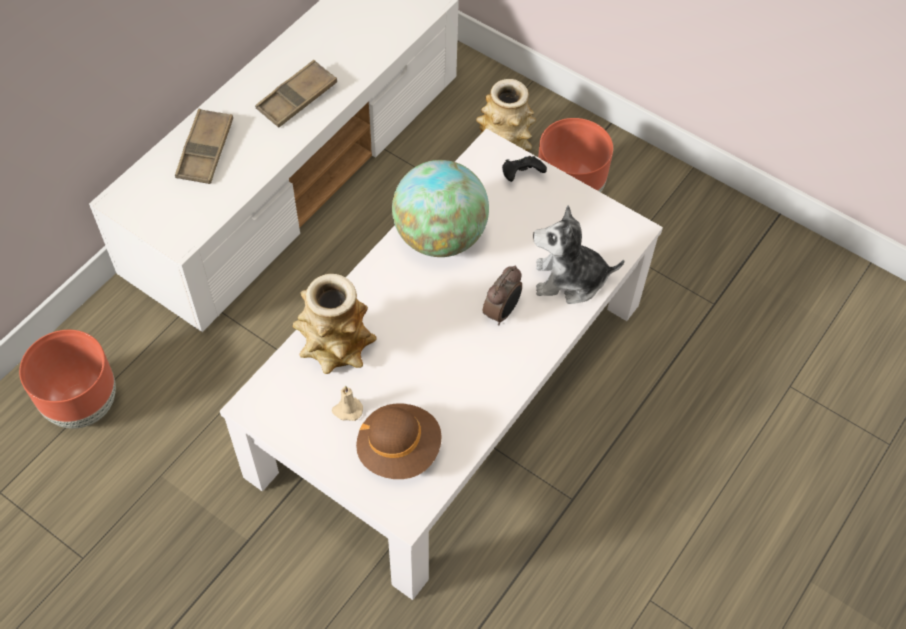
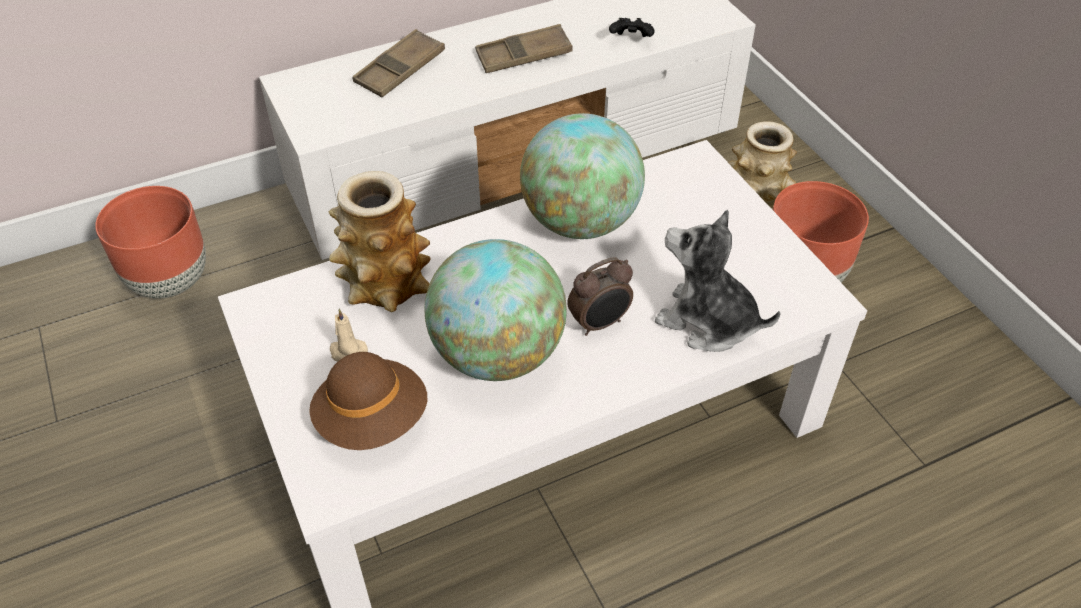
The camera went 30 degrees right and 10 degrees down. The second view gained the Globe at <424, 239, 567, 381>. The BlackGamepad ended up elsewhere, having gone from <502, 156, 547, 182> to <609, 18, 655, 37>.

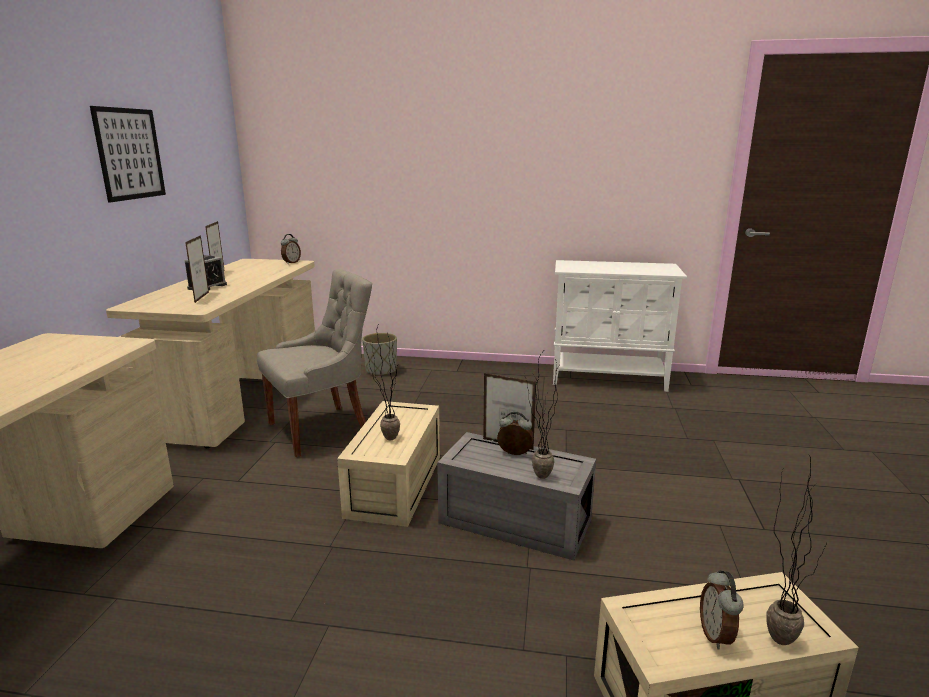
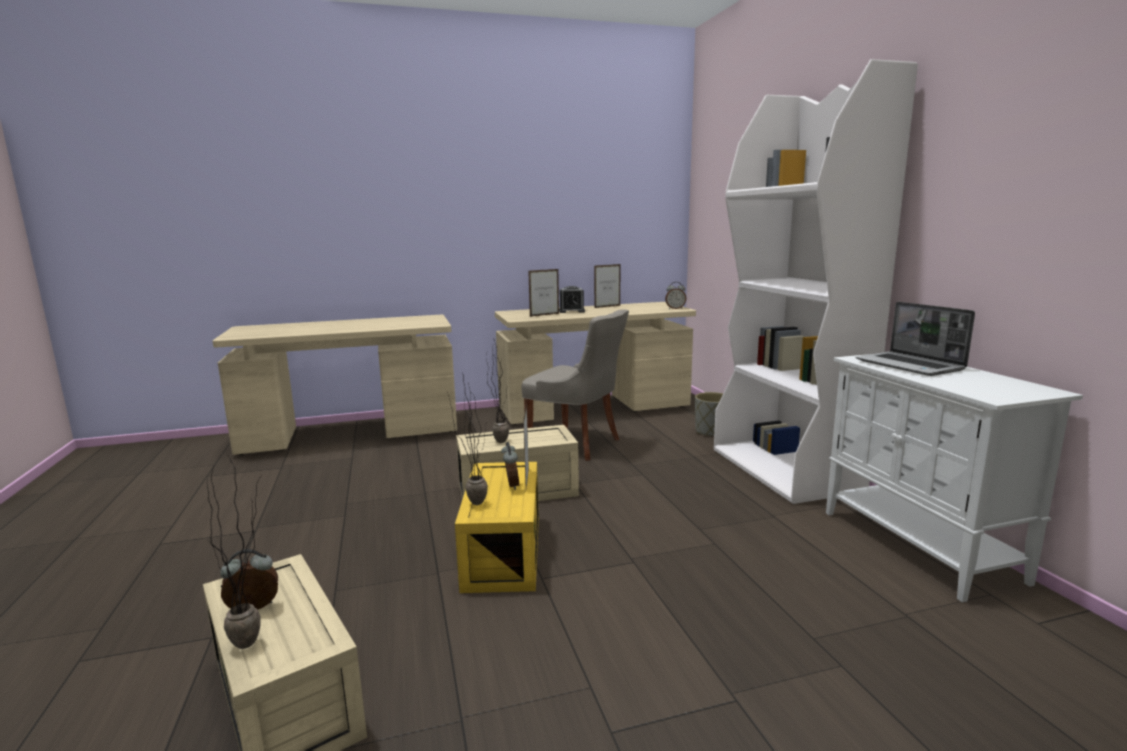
The camera went 65 degrees right and 5 degrees down. What was the GreyishStorageBin at <437, 432, 596, 560> turned into the YellowStorageBin at <455, 462, 539, 593>. The second view gained the WhiteShelvingUnit at <714, 59, 918, 504>. The second view gained the Laptop at <855, 302, 975, 376>. The second view lost the WallPicture at <90, 106, 166, 202>.

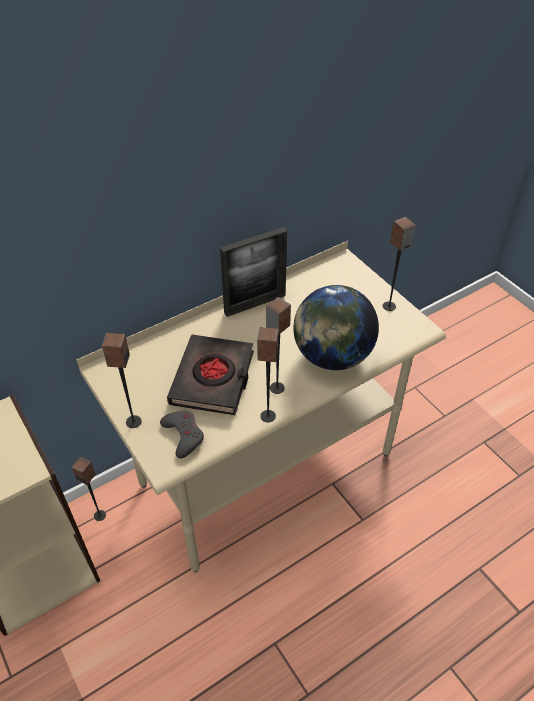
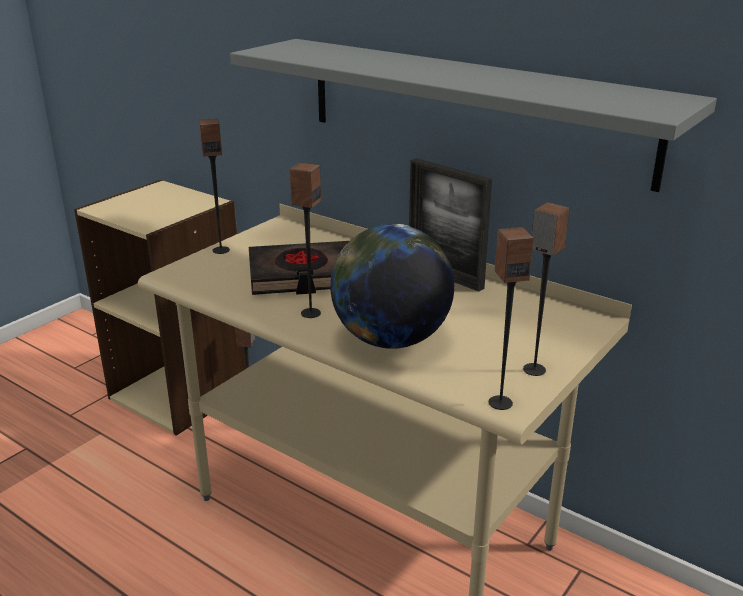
The camera went 70 degrees right and 20 degrees down. The second view gained the GreyishShelf at <230, 39, 717, 192>. The AudioSpeaker ended up elsewhere, having gone from <257, 327, 279, 423> to <489, 227, 534, 410>. The second view lost the GreyishGamepad at <160, 411, 204, 459>.

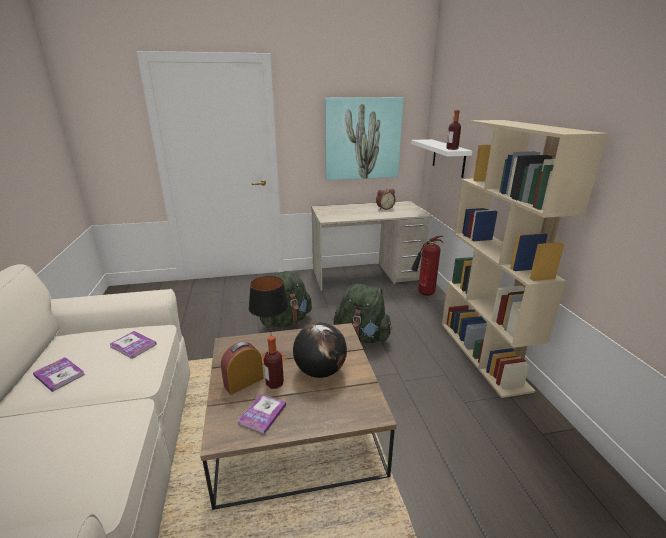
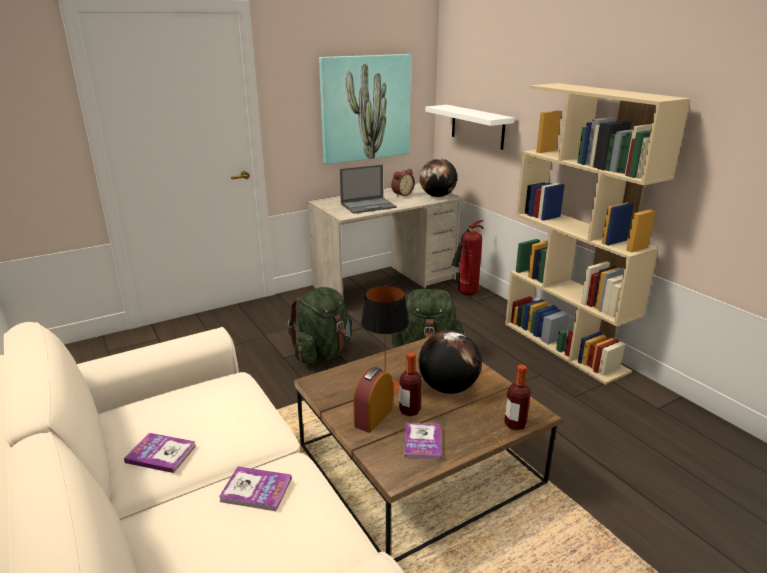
The camera went 20 degrees left and 0 degrees up. The Volume ended up elsewhere, having gone from <110, 331, 157, 359> to <219, 466, 292, 511>. The second view gained the Laptop at <340, 165, 397, 214>. The second view gained the Globe at <420, 158, 457, 197>. The Bottle ended up elsewhere, having gone from <446, 110, 461, 150> to <504, 364, 531, 431>.

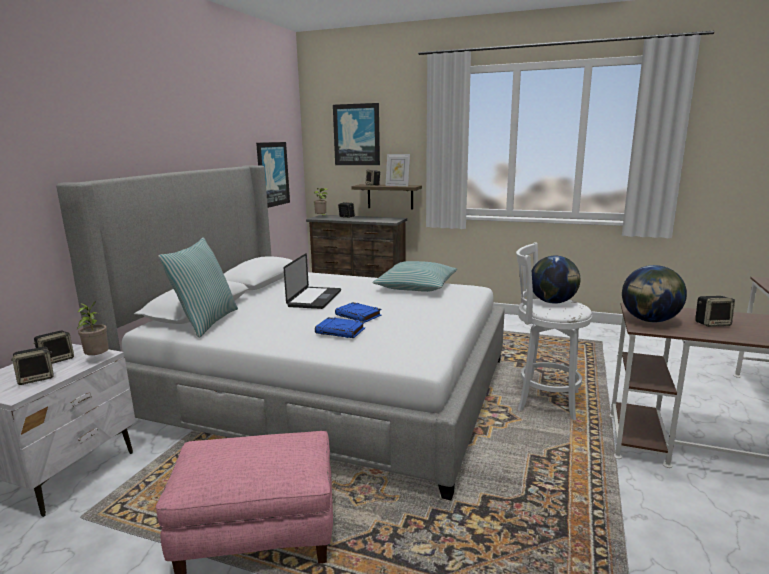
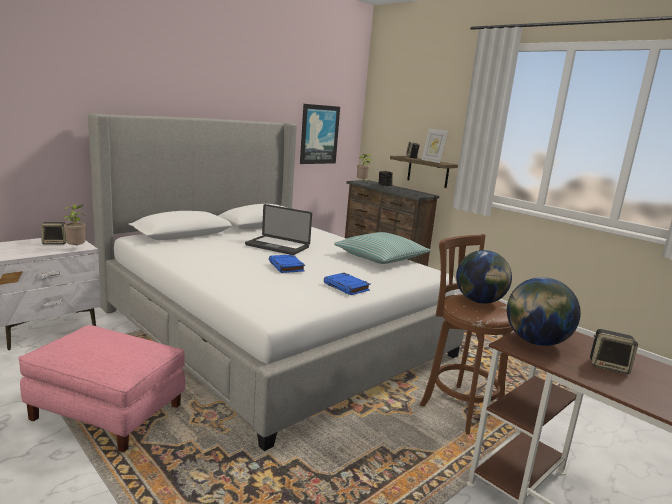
The camera went 25 degrees right and 0 degrees up. The Laptop at <284, 253, 341, 309> ended up facing another way, 75 degrees clockwise from before. The BluishVolume ended up elsewhere, having gone from <315, 317, 365, 338> to <324, 273, 371, 295>. What was the WhiteStool at <516, 242, 592, 420> turned into the BrownStool at <420, 234, 514, 435>. The second view lost the AudioSpeaker at <11, 347, 54, 385>. The second view lost the ThrowPillow at <158, 237, 238, 338>. The second view lost the WallPicture at <333, 103, 380, 165>.

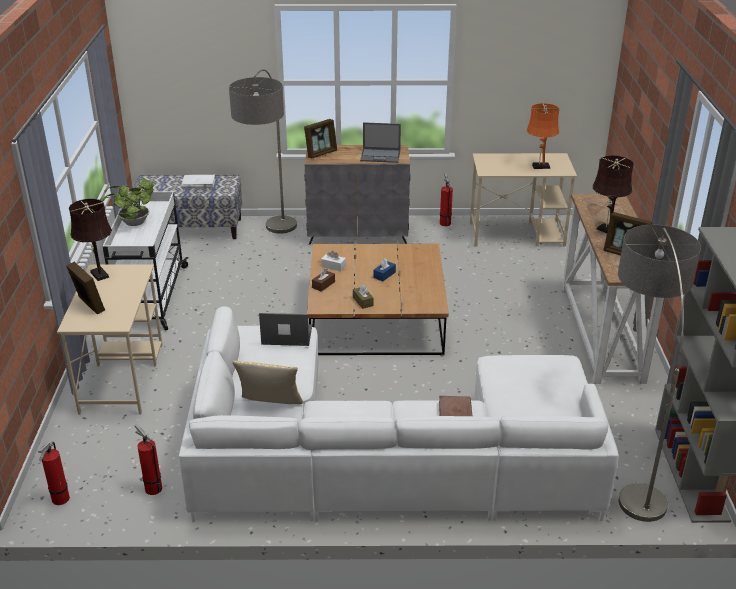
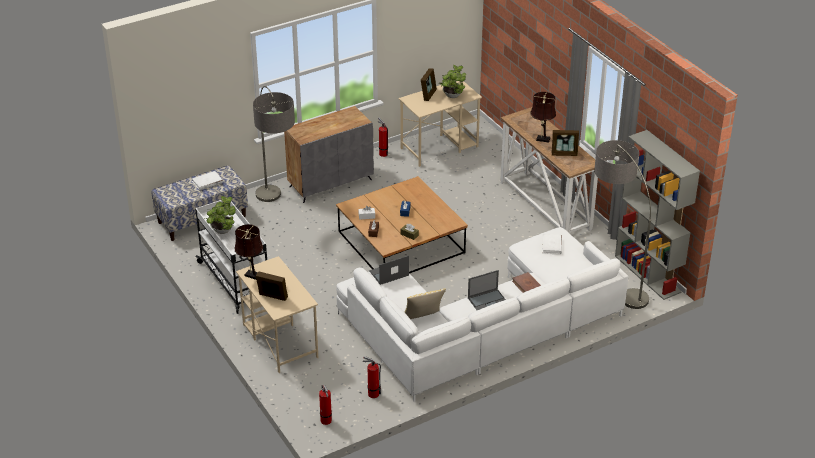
The camera went 30 degrees left and 5 degrees up. The StandingFrame ended up elsewhere, having gone from <304, 119, 337, 158> to <421, 68, 437, 101>. Where the OrangeyTabletopLamp stood at <527, 103, 559, 169>, the PottedPlant came to stand at <440, 65, 466, 98>. The Laptop ended up elsewhere, having gone from <360, 122, 401, 163> to <468, 270, 506, 310>. The second view gained the WhiteVolume at <542, 234, 562, 254>.

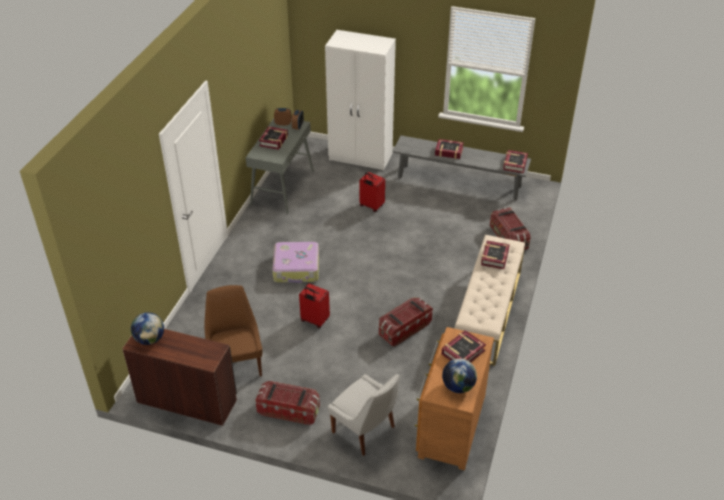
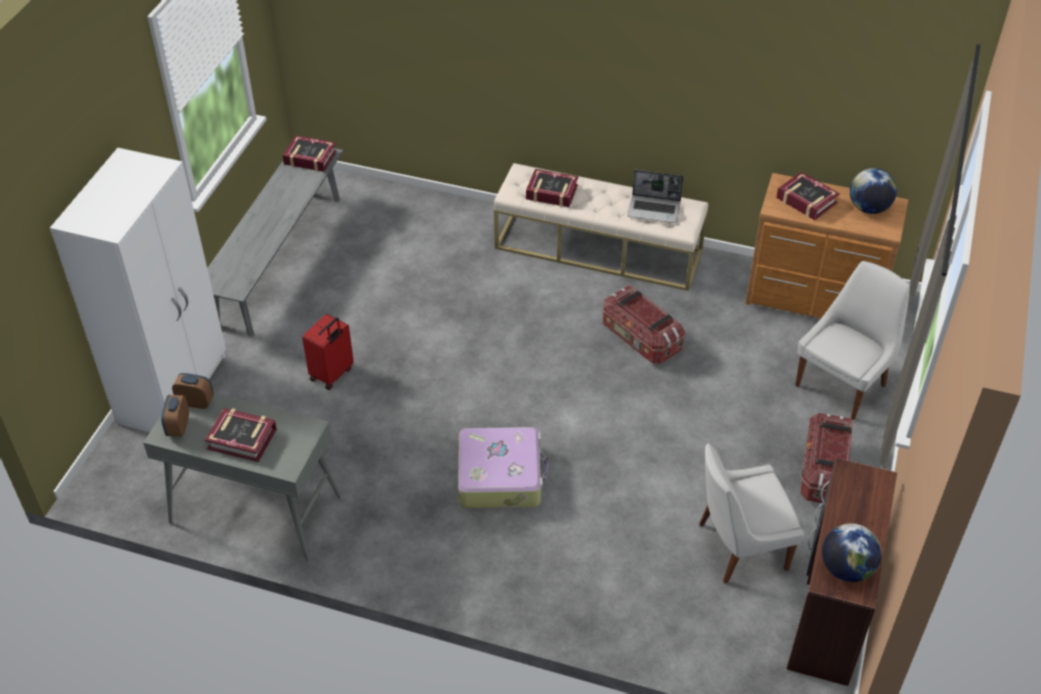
The camera went 90 degrees left and 5 degrees up. The second view gained the Laptop at <627, 170, 683, 223>. What was the BrownUprightChair at <205, 285, 262, 376> turned into the WhiteUprightChair at <699, 443, 804, 584>. The second view lost the RedColouredPieceOfLuggage at <299, 284, 330, 328>. The second view lost the Volume at <435, 139, 464, 159>. The second view lost the StorageBin at <490, 207, 531, 250>.

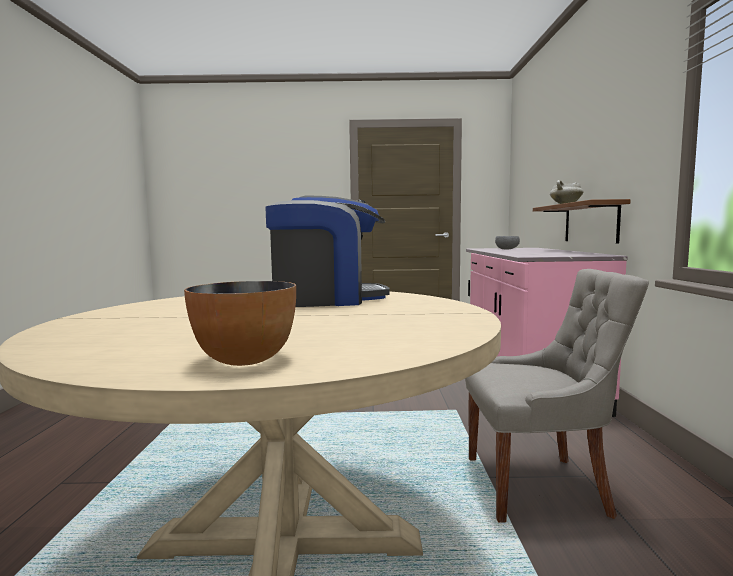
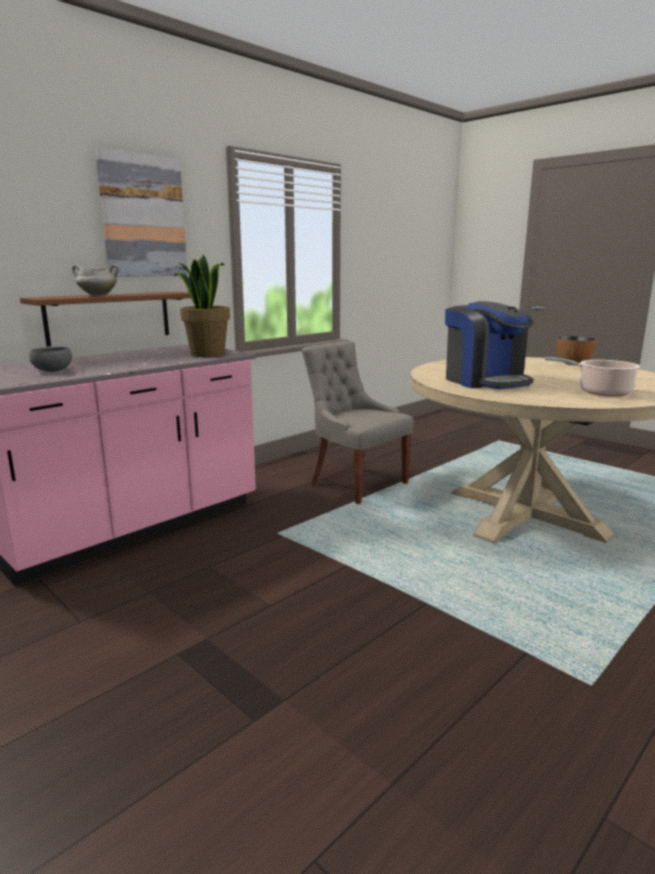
The camera went 135 degrees left and 10 degrees up. The second view gained the WallPicture at <95, 148, 188, 277>. The second view gained the PottedPlant at <174, 254, 230, 357>. The CoffeeMaker at <265, 196, 390, 307> ended up facing another way, 150 degrees counterclockwise from before. The second view gained the CookingPot at <545, 357, 640, 397>.

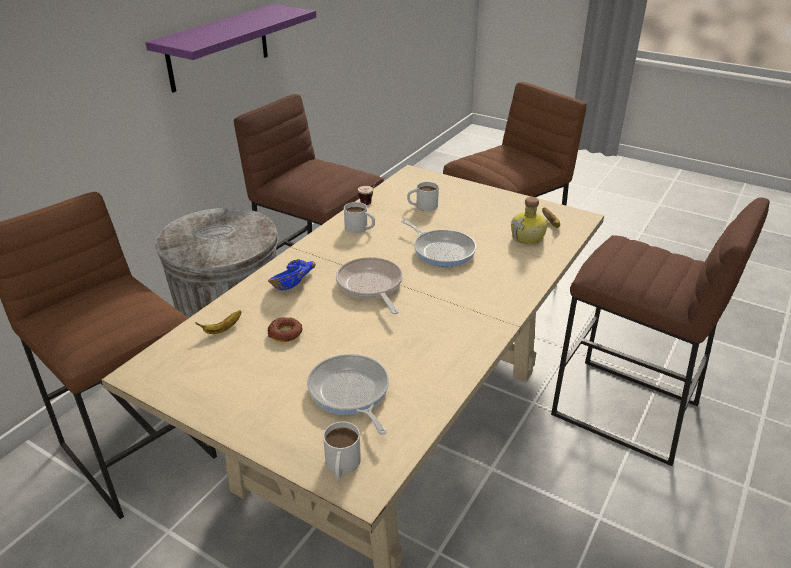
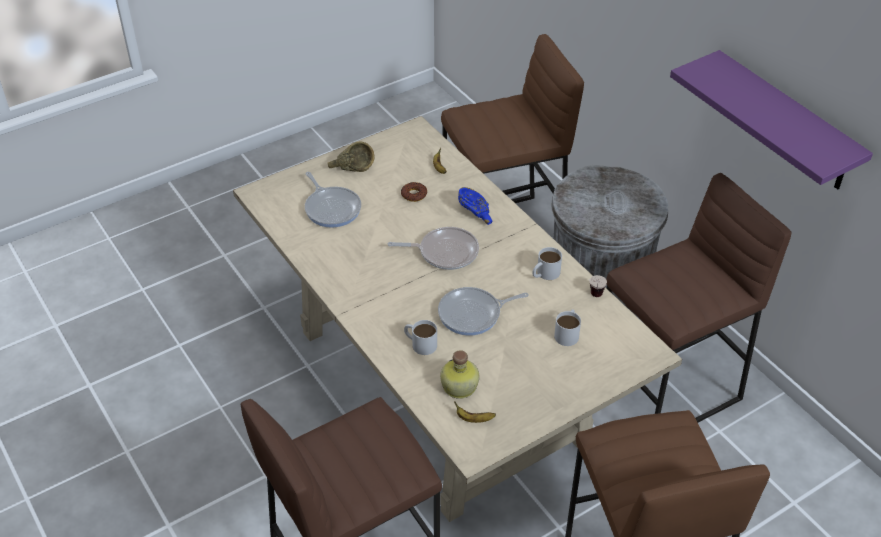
The camera went 115 degrees right and 10 degrees up. The Skillet at <307, 354, 389, 435> ended up facing another way, 60 degrees clockwise from before. The second view gained the BrownBowl at <327, 142, 374, 172>. The WhiteCoffeeMug ended up elsewhere, having gone from <323, 422, 361, 478> to <404, 320, 437, 355>.

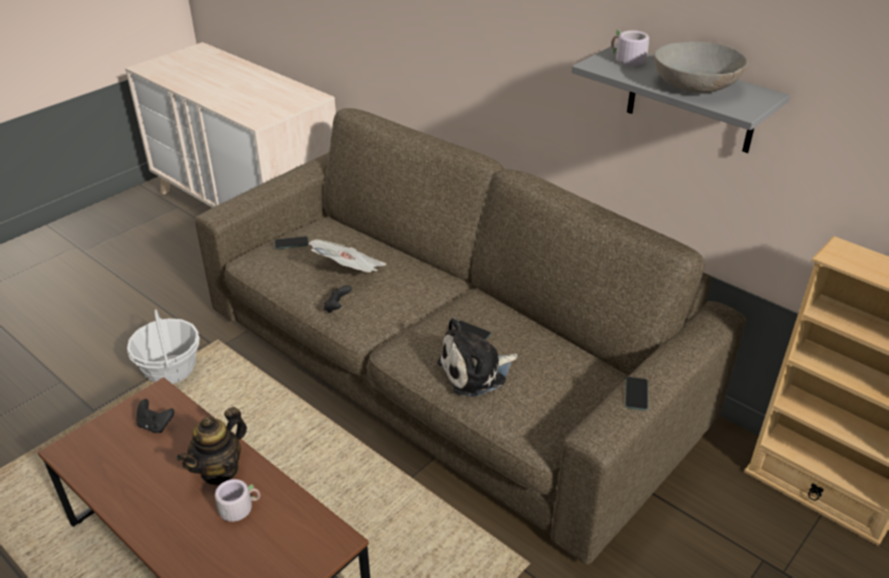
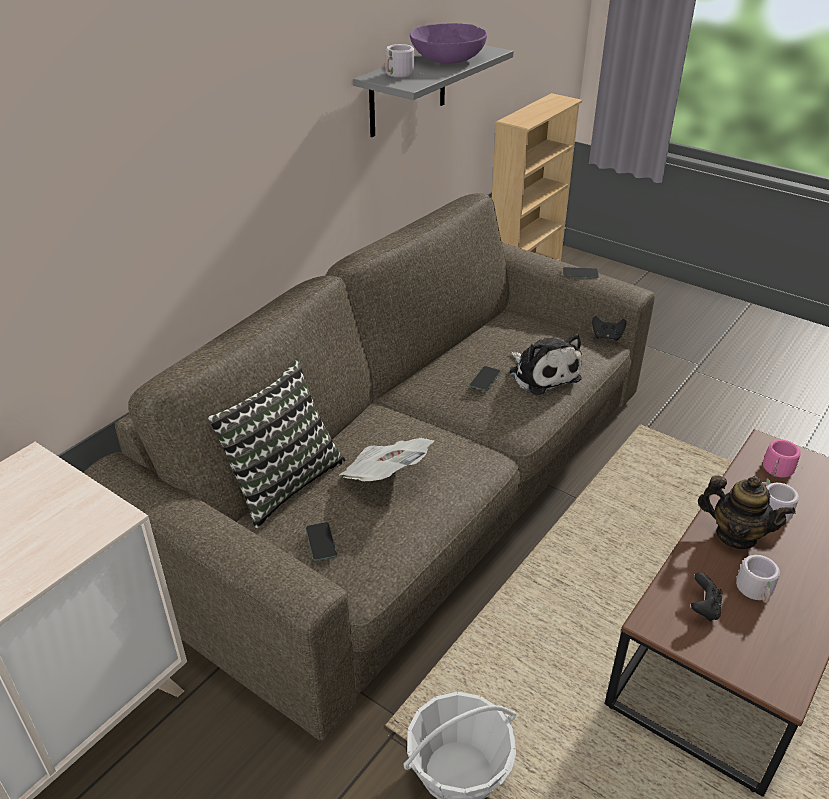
The camera went 95 degrees left and 0 degrees up. The second view gained the ThrowPillow at <208, 358, 346, 528>. What was the GreyishBowl at <654, 42, 748, 93> turned into the PurpleBowl at <410, 23, 487, 64>. The BlackGamepad ended up elsewhere, having gone from <324, 285, 352, 313> to <592, 316, 626, 341>. The second view gained the GreyishCoffeeMug at <736, 555, 780, 603>. The second view gained the PinkishCoffeeMug at <763, 440, 801, 478>.

